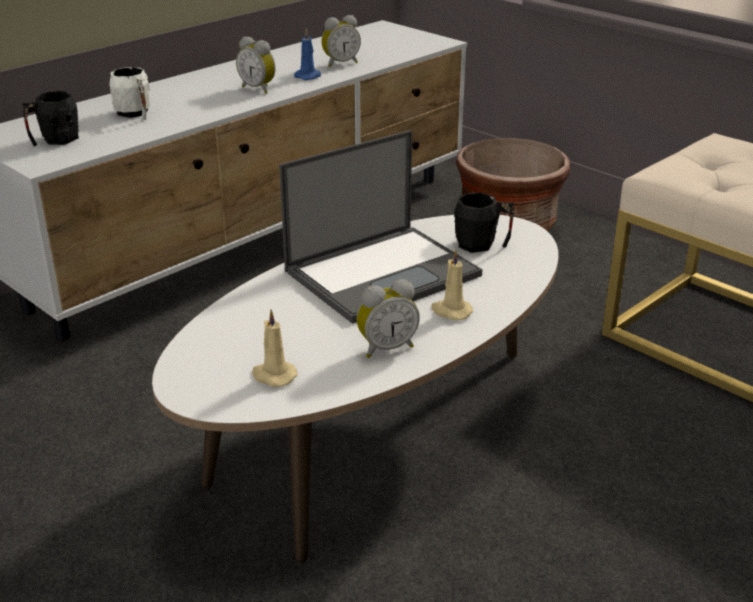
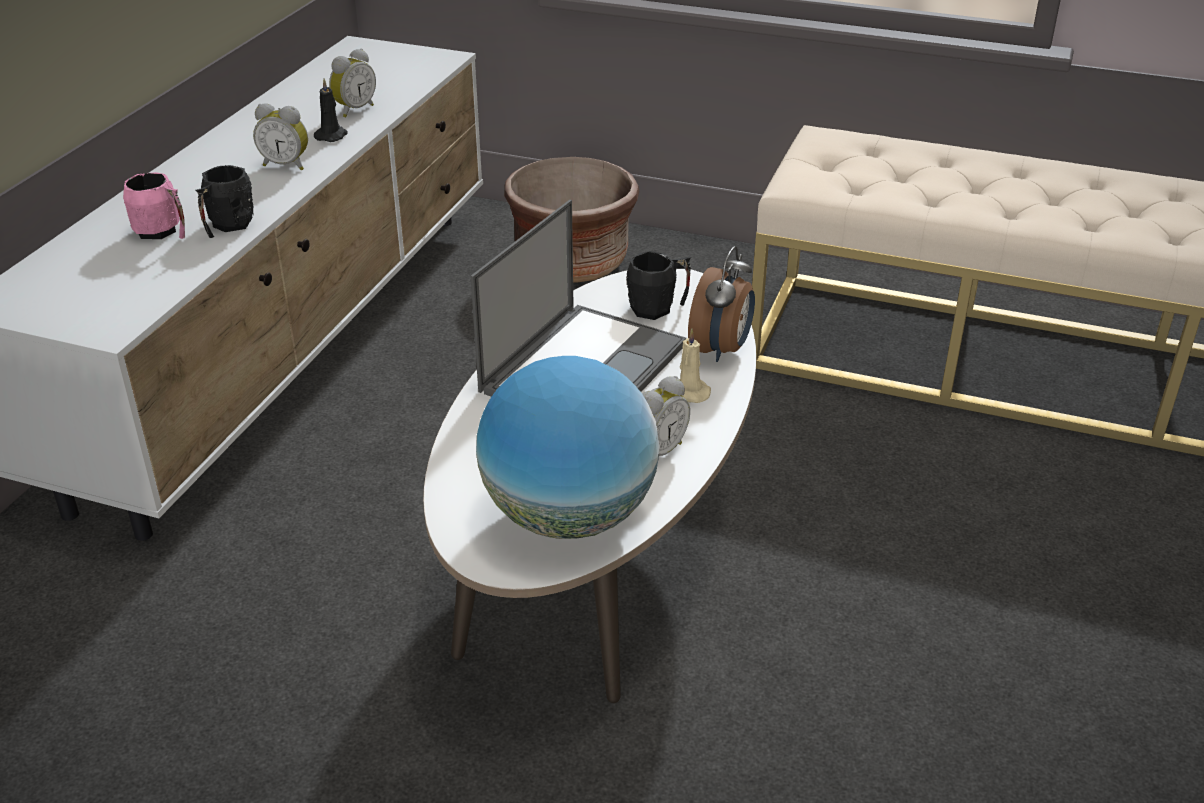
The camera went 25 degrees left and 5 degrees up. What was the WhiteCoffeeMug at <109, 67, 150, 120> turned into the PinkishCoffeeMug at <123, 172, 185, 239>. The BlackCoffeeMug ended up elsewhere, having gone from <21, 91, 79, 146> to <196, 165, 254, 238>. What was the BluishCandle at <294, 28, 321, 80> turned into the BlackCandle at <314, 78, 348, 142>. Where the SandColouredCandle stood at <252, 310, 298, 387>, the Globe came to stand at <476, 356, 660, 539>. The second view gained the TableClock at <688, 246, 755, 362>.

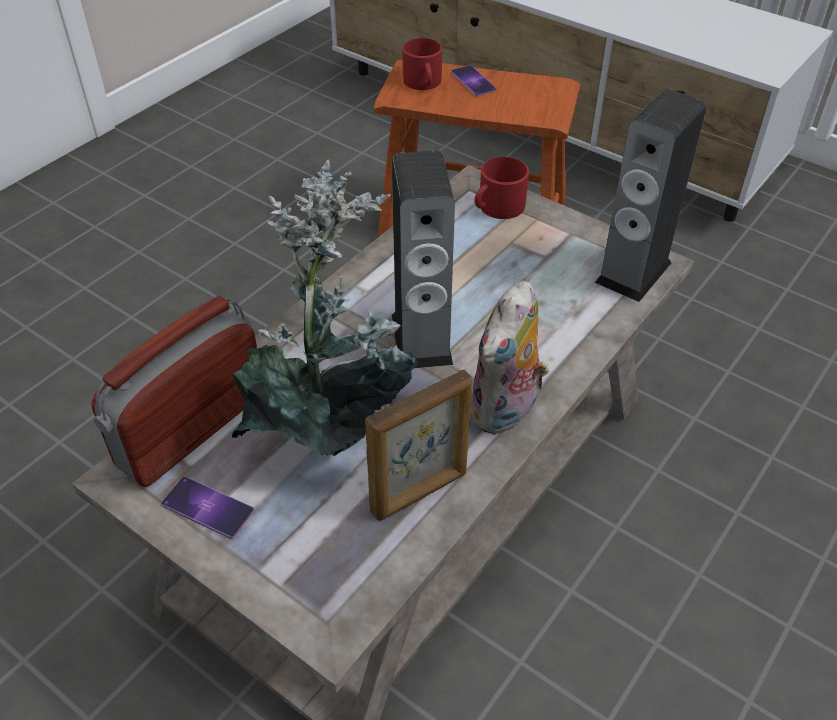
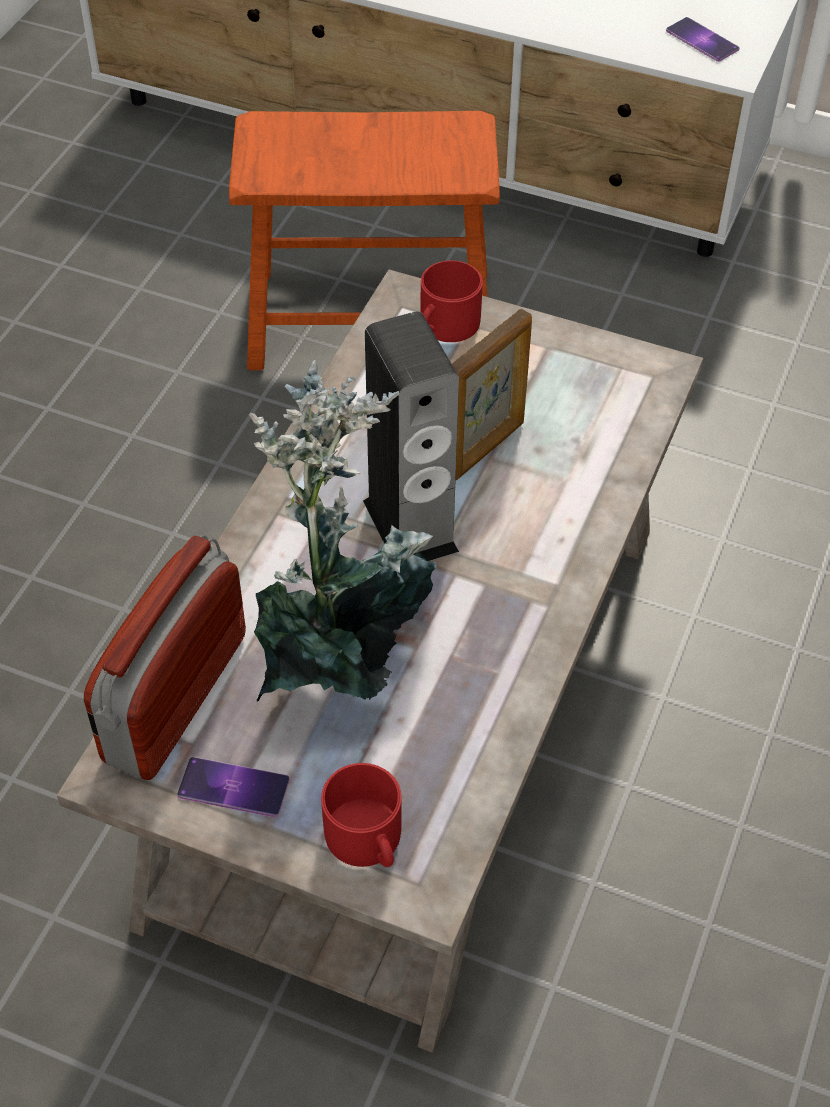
The camera went 15 degrees left and 5 degrees up. The RedColouredCoffeeMug ended up elsewhere, having gone from <402, 38, 442, 90> to <321, 763, 402, 867>. The StandingFrame ended up elsewhere, having gone from <365, 370, 472, 521> to <452, 309, 532, 481>. The Telephone ended up elsewhere, having gone from <451, 65, 497, 96> to <666, 17, 739, 62>. The second view lost the SoftToy at <470, 281, 549, 435>. The second view lost the AudioSpeaker at <595, 89, 706, 302>.

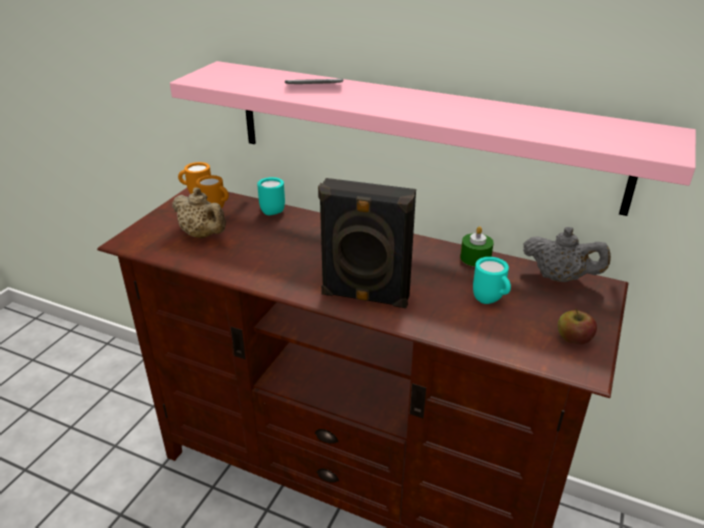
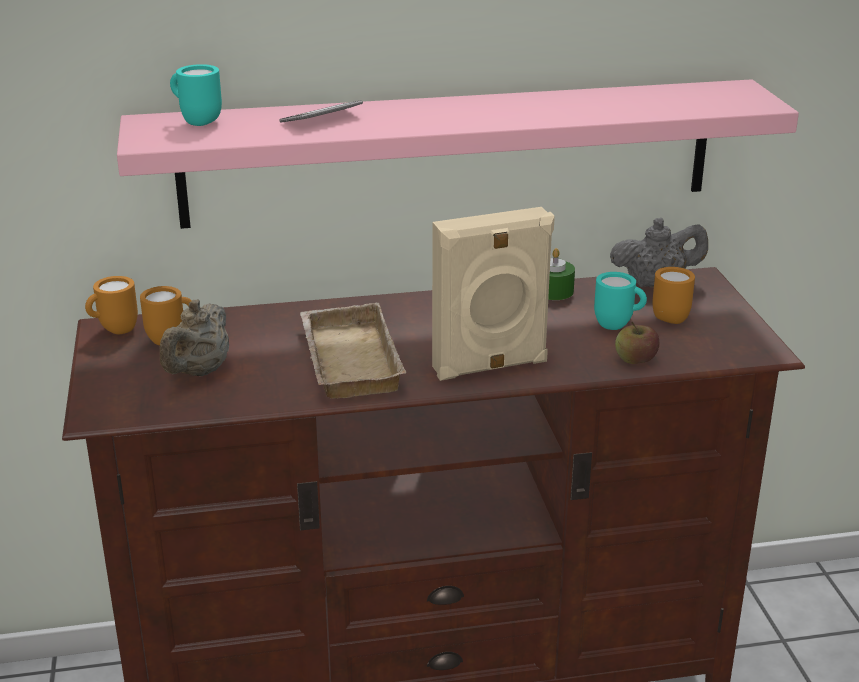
The camera went 35 degrees left and 5 degrees down. The SandColouredTeaPot at <172, 187, 226, 238> ended up facing another way, 105 degrees clockwise from before. The BlueGreenCoffeeMug ended up elsewhere, having gone from <257, 177, 285, 215> to <170, 64, 222, 126>. The second view gained the SandColouredCarryingTray at <300, 303, 406, 399>. What was the BlackAudioSpeaker at <318, 178, 416, 308> turned into the SandColouredAudioSpeaker at <432, 207, 555, 381>. The Apple ended up elsewhere, having gone from <558, 308, 597, 344> to <615, 322, 660, 364>. The second view gained the OrangeyCoffeeMug at <652, 267, 695, 324>.

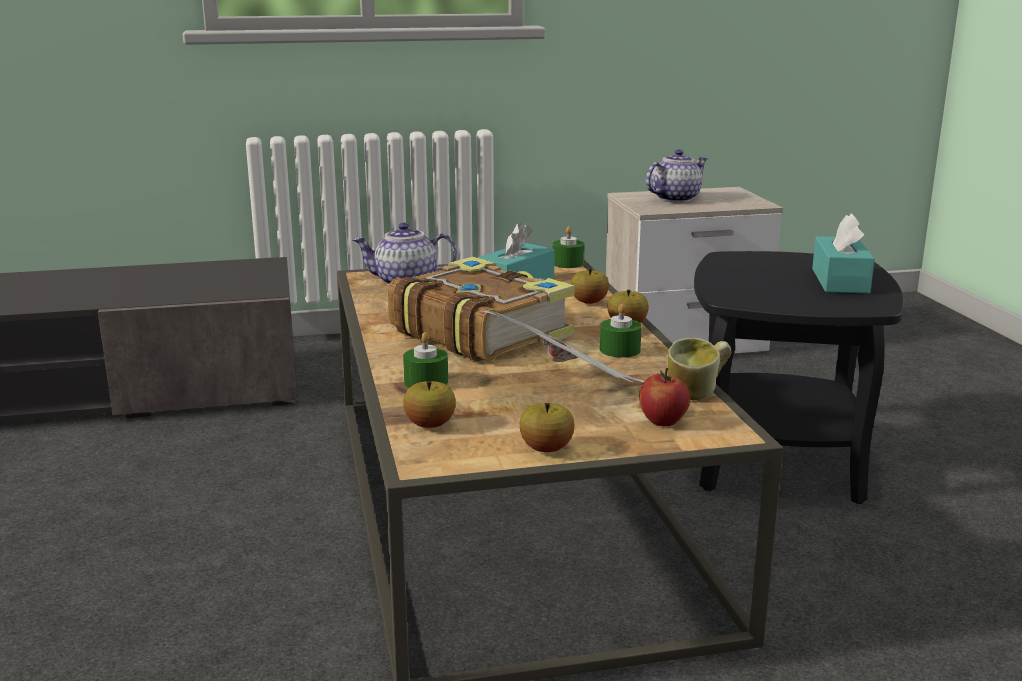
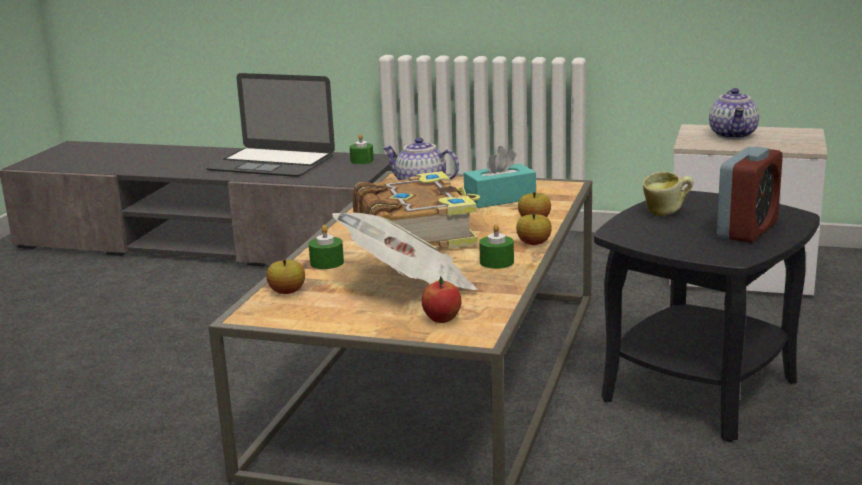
The camera went 30 degrees right and 0 degrees up. The second view gained the Laptop at <205, 73, 335, 177>. The GreenColouredCandle ended up elsewhere, having gone from <553, 226, 585, 268> to <350, 134, 374, 164>. The CoffeeMug ended up elsewhere, having gone from <668, 338, 731, 400> to <643, 172, 694, 216>. The TeaPot at <646, 149, 708, 202> ended up facing another way, 105 degrees clockwise from before. Where the BlueGreenTissueHolder stood at <812, 213, 875, 294>, the TableClock came to stand at <717, 147, 783, 243>. The second view lost the Apple at <520, 403, 575, 452>.

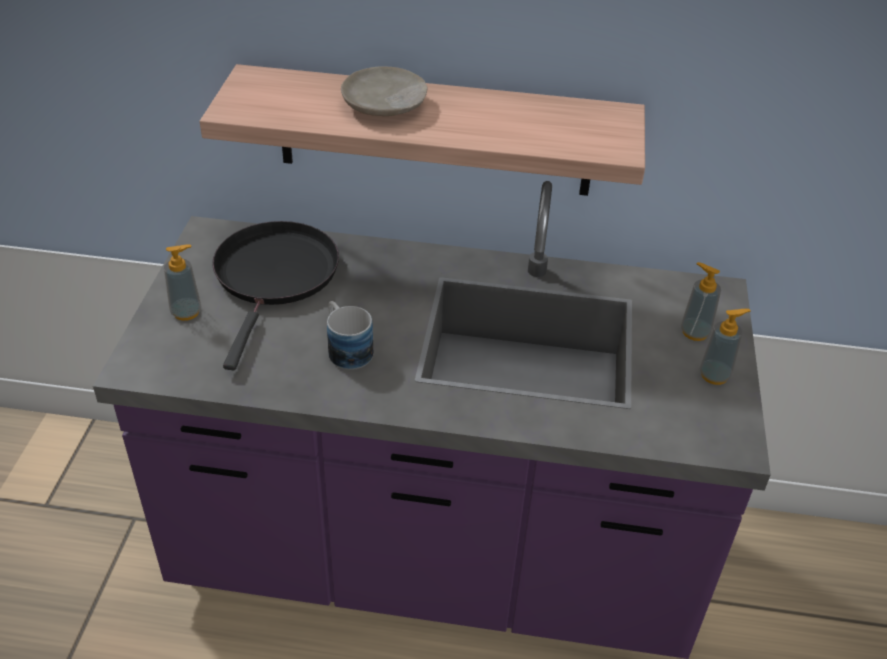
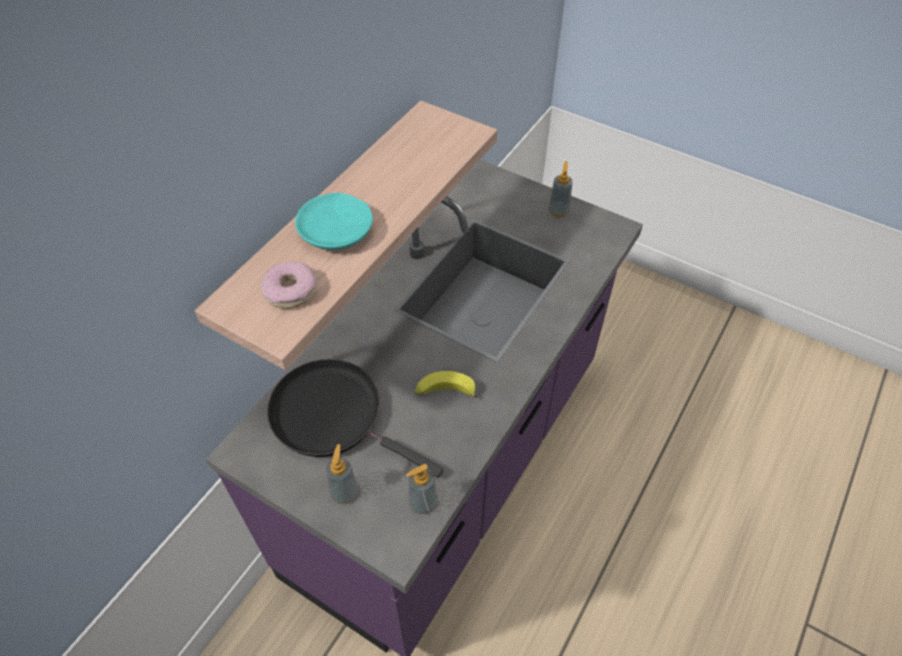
The camera went 65 degrees left and 10 degrees up. The second view gained the RingDoughnut at <261, 261, 317, 308>. What was the SandColouredPlate at <341, 67, 428, 116> turned into the BlueGreenPlate at <295, 193, 373, 250>. The LiquidSoapBottle ended up elsewhere, having gone from <681, 262, 721, 341> to <406, 464, 437, 514>. Where the CoffeeMug stood at <327, 301, 373, 370>, the WholeBanana came to stand at <415, 371, 477, 398>.

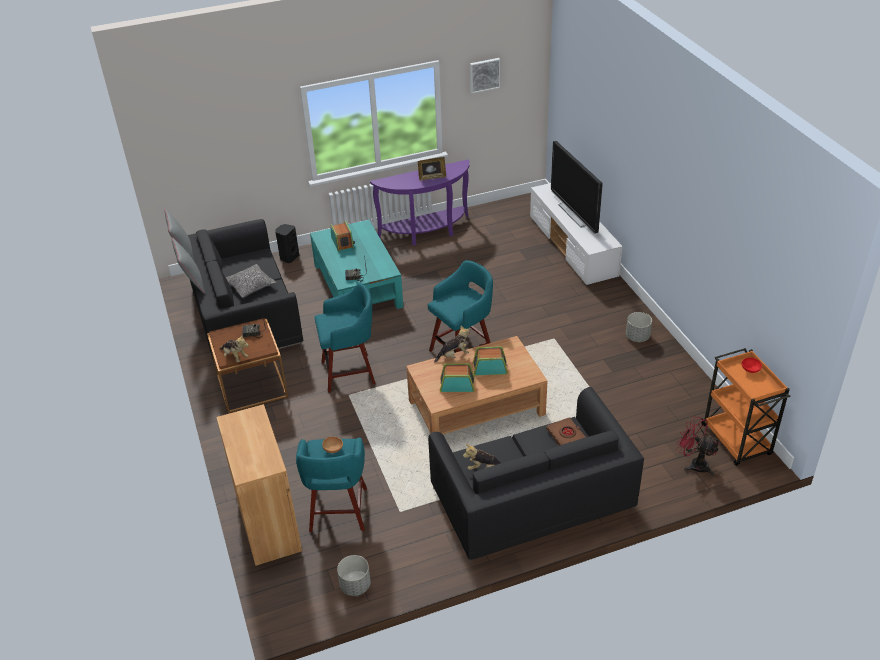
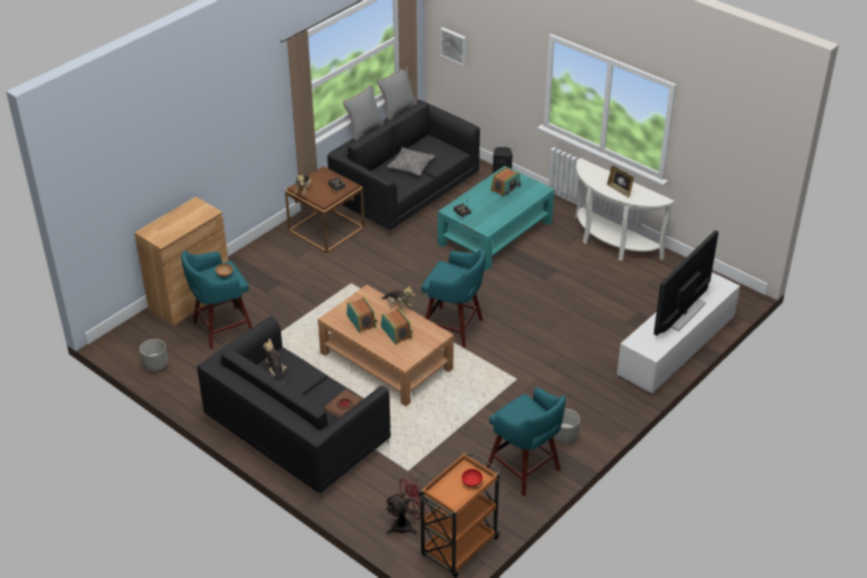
The camera went 60 degrees right and 0 degrees up. The RedColouredFan at <676, 416, 720, 475> ended up facing another way, 45 degrees clockwise from before. The WallPicture ended up elsewhere, having gone from <470, 58, 500, 93> to <440, 27, 466, 66>. The BlueGreenStool ended up elsewhere, having gone from <315, 283, 376, 393> to <486, 388, 566, 496>. What was the PurpleConsoleTable at <370, 159, 470, 246> turned into the WhiteConsoleTable at <575, 158, 675, 261>.

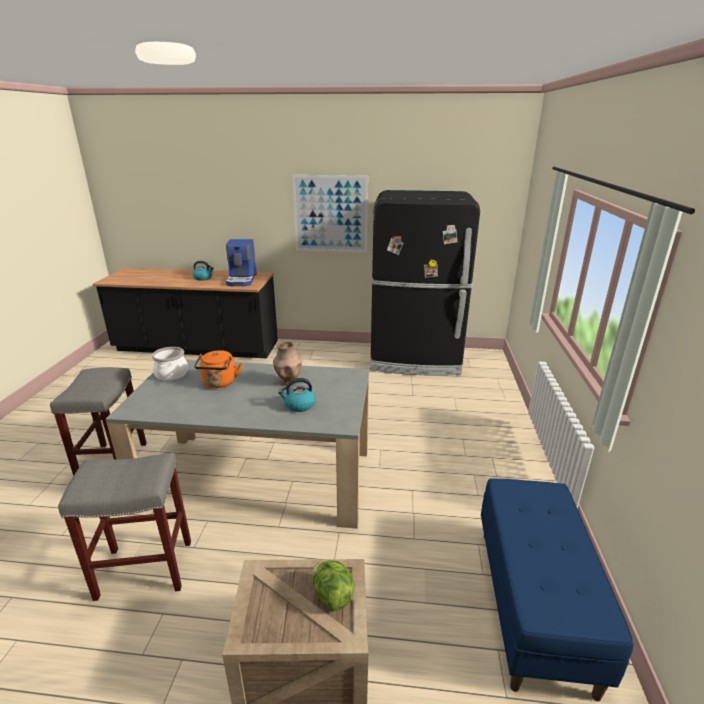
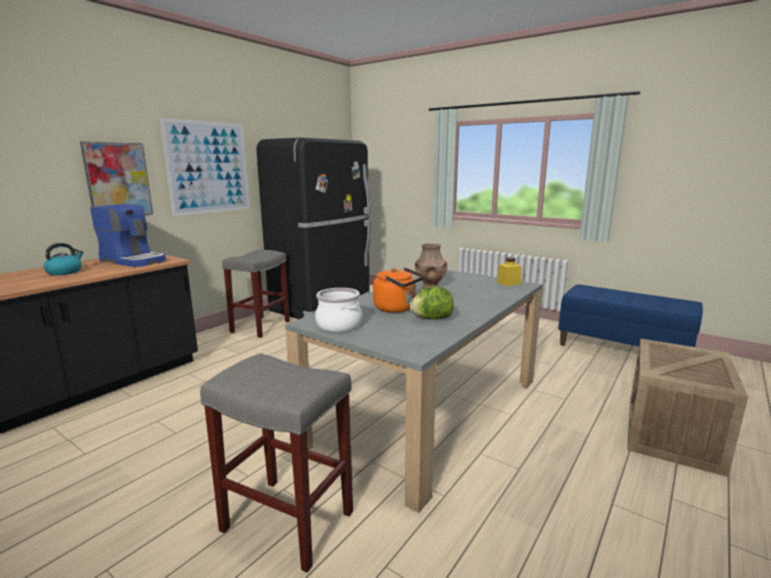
The camera went 60 degrees left and 10 degrees down. The second view gained the WallPicture at <80, 142, 153, 215>. The GreyishStool ended up elsewhere, having gone from <58, 453, 191, 601> to <222, 250, 290, 338>. The LettuceHead ended up elsewhere, having gone from <313, 560, 354, 610> to <410, 286, 454, 320>. The second view gained the YellowStorageJar at <497, 257, 521, 286>. The second view lost the WaterKettle at <278, 378, 316, 412>.

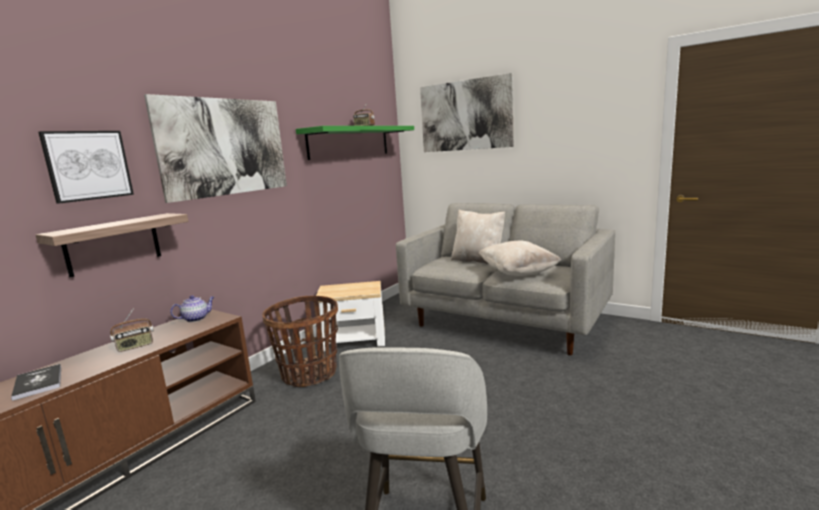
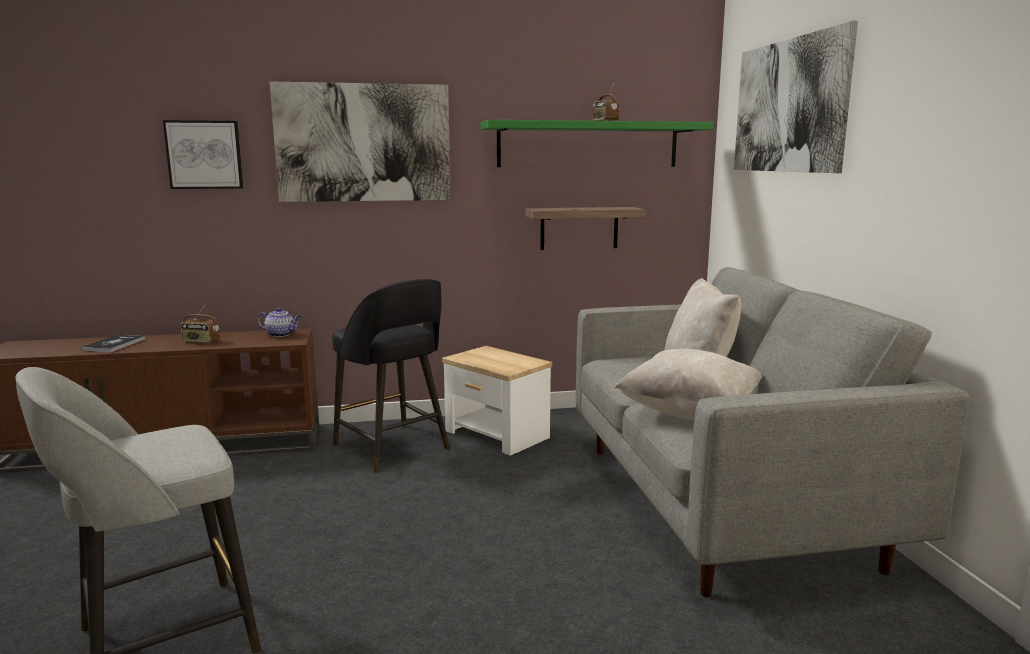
The camera went 45 degrees right and 0 degrees up. Where the HouseholdBasket stood at <262, 296, 338, 387>, the BlackStool came to stand at <332, 279, 450, 472>. The Shelf ended up elsewhere, having gone from <36, 213, 188, 277> to <525, 207, 645, 250>.

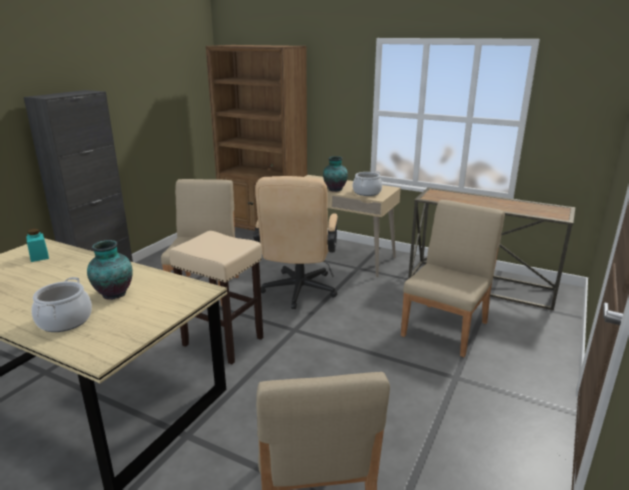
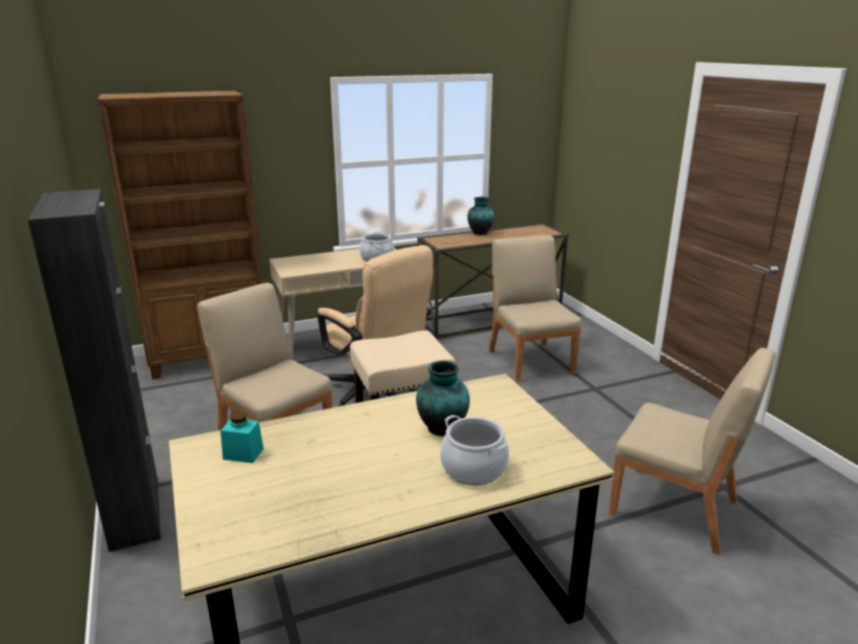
The camera went 50 degrees left and 0 degrees up. The Vase ended up elsewhere, having gone from <323, 156, 348, 192> to <467, 197, 494, 235>.

